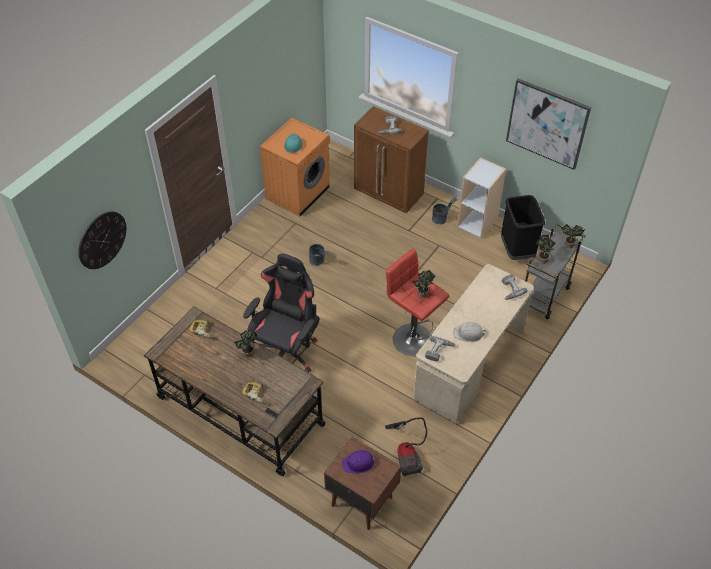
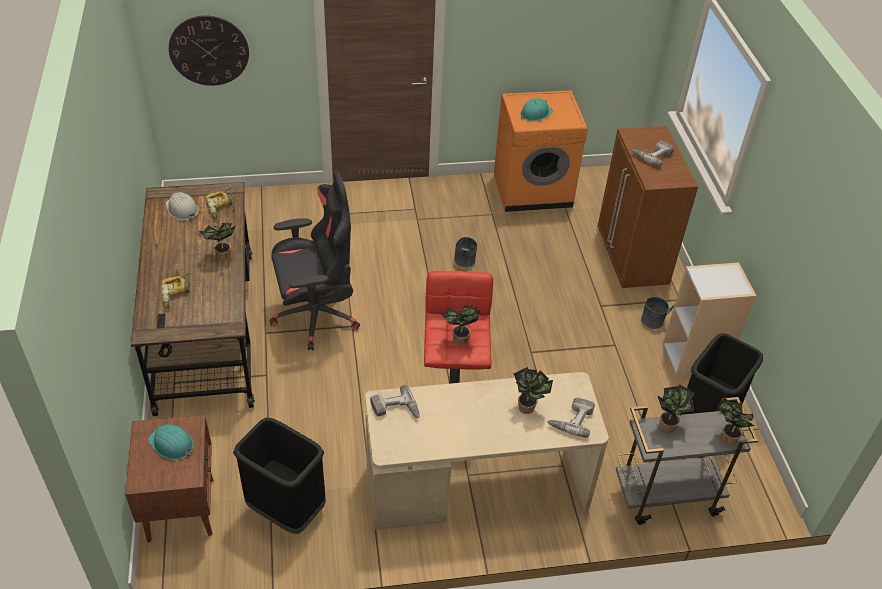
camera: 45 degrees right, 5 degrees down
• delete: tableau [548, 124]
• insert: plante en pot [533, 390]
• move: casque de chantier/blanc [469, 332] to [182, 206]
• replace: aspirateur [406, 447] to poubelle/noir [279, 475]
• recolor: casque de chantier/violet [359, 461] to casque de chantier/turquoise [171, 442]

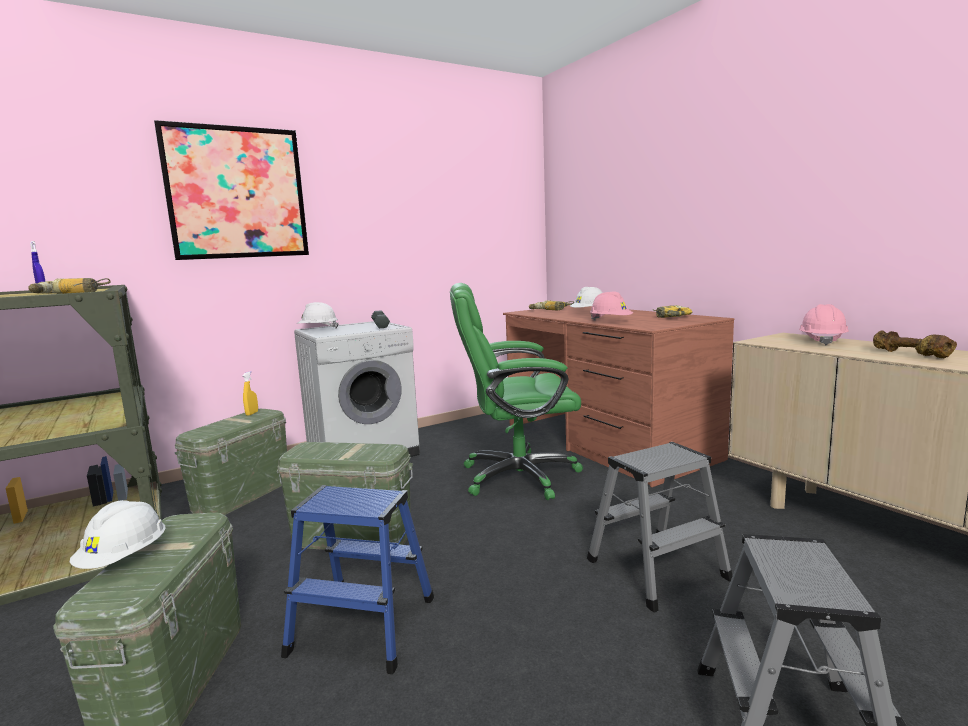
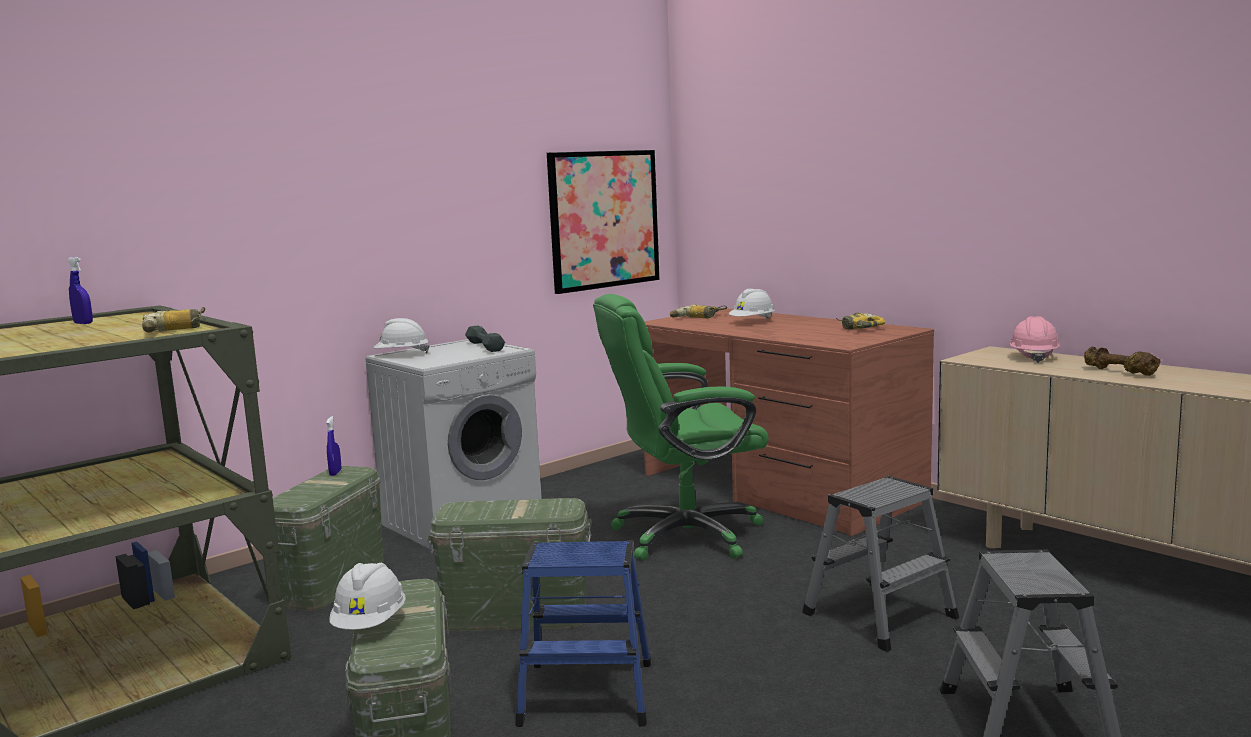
camera: 10 degrees left, 0 degrees up
• delete: casque de chantier/rose [611, 305]
• move: tableau [231, 190] to [603, 222]
• recolor: vaporisateur/jaune [250, 393] to vaporisateur/bleu [333, 446]

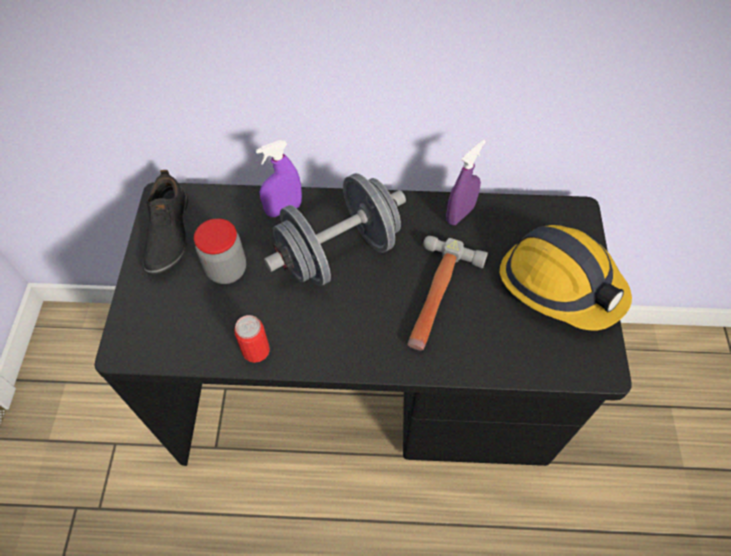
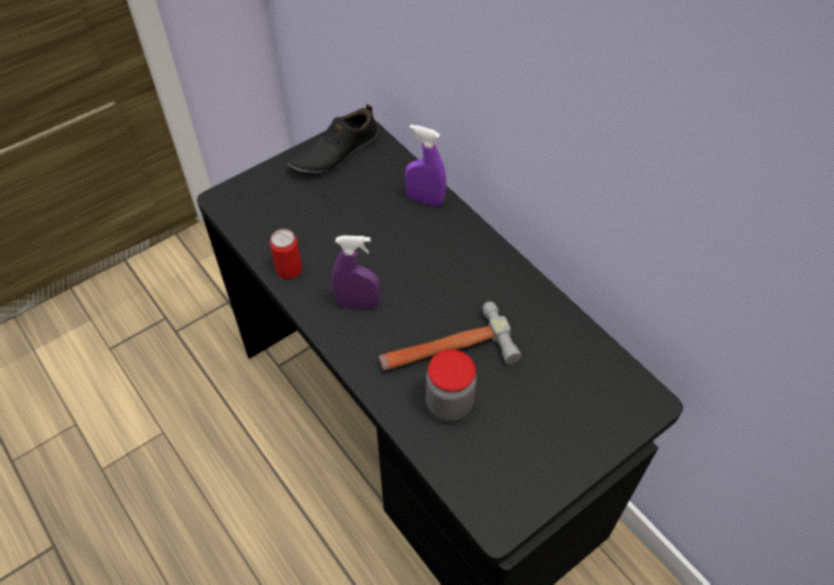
camera: 50 degrees right, 5 degrees down
• delete: haltère/gris [335, 229]
• delete: casque de chantier [566, 278]
• move: bocal [220, 251] to [451, 386]
• move: vaporisateur/violet [466, 182] to [356, 272]

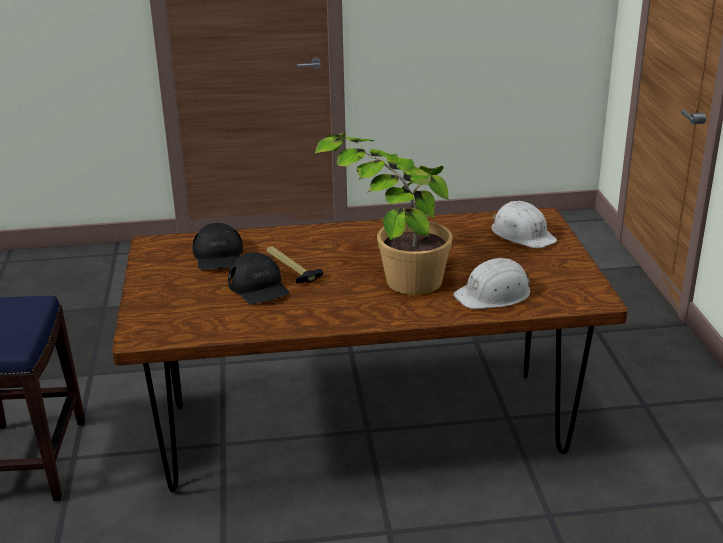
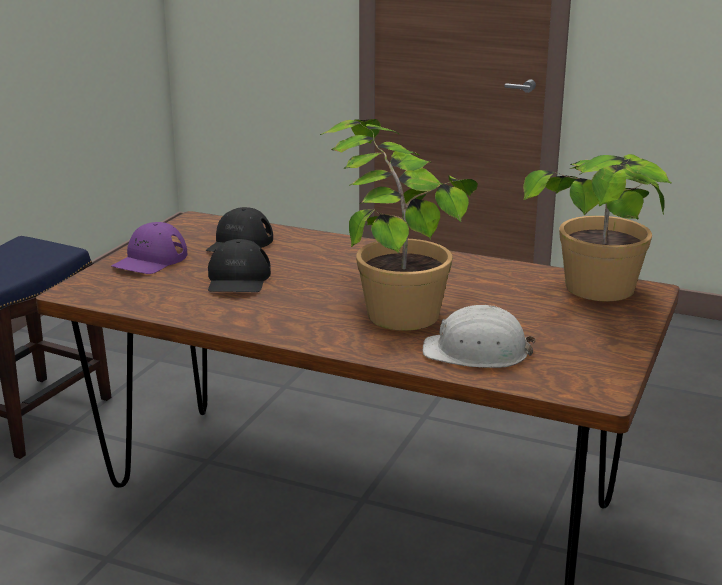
camera: 30 degrees right, 5 degrees down
• delete: marteau [294, 265]
• insert: casquette/violet [149, 248]
• replace: casque de chantier/blanc [524, 224] to plante en pot [597, 227]

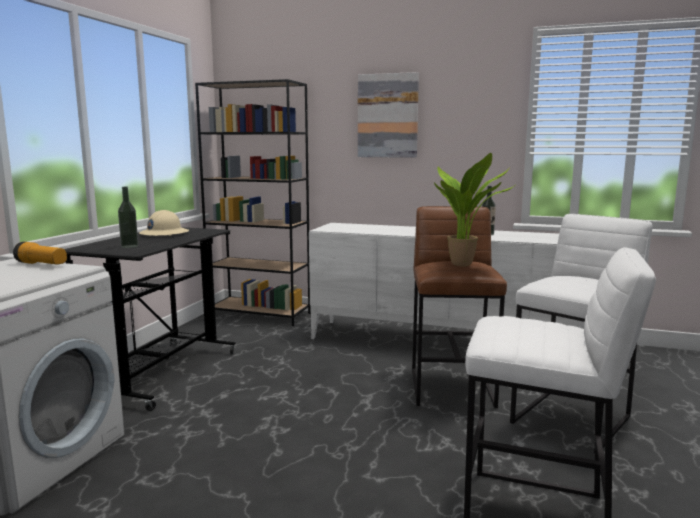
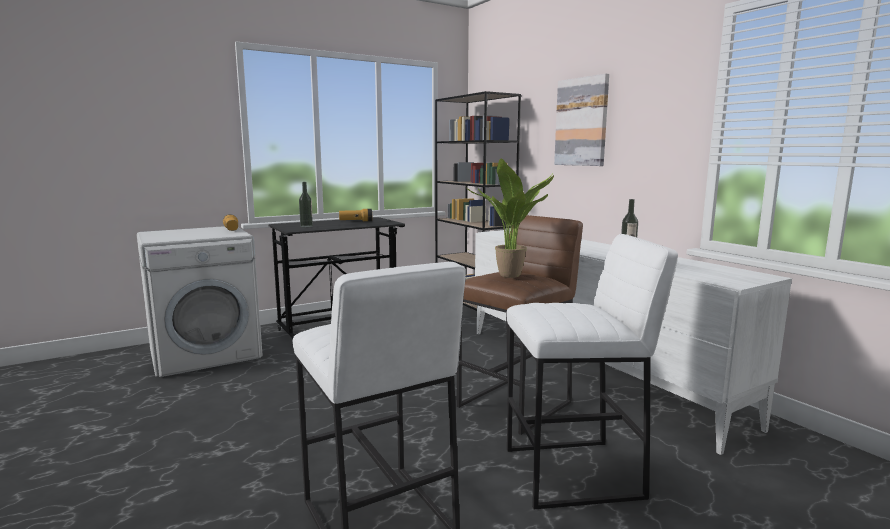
camera: 40 degrees right, 0 degrees up
• replace: casque de chantier/beige [164, 223] to lampe de poche [355, 215]

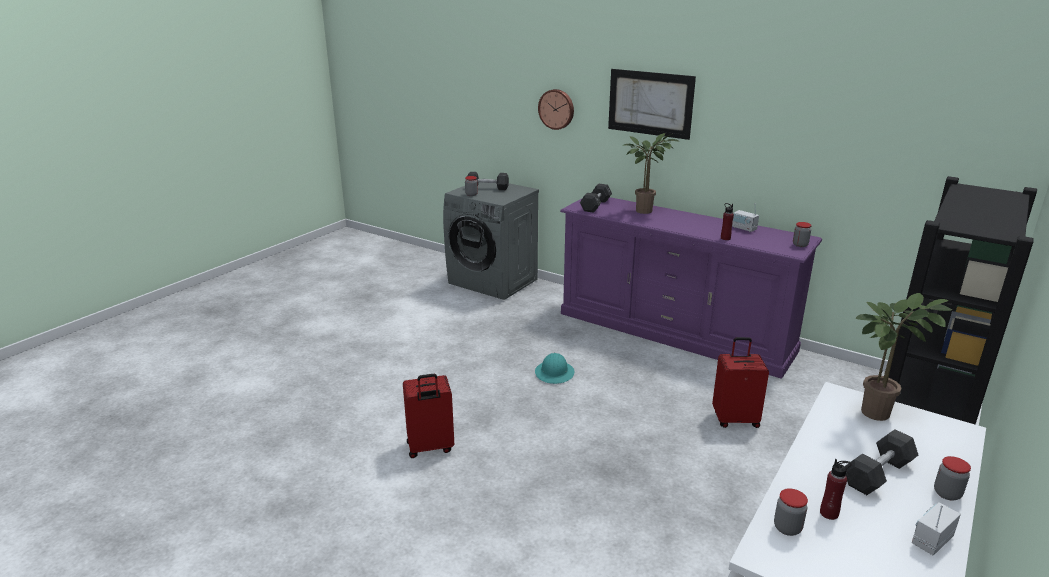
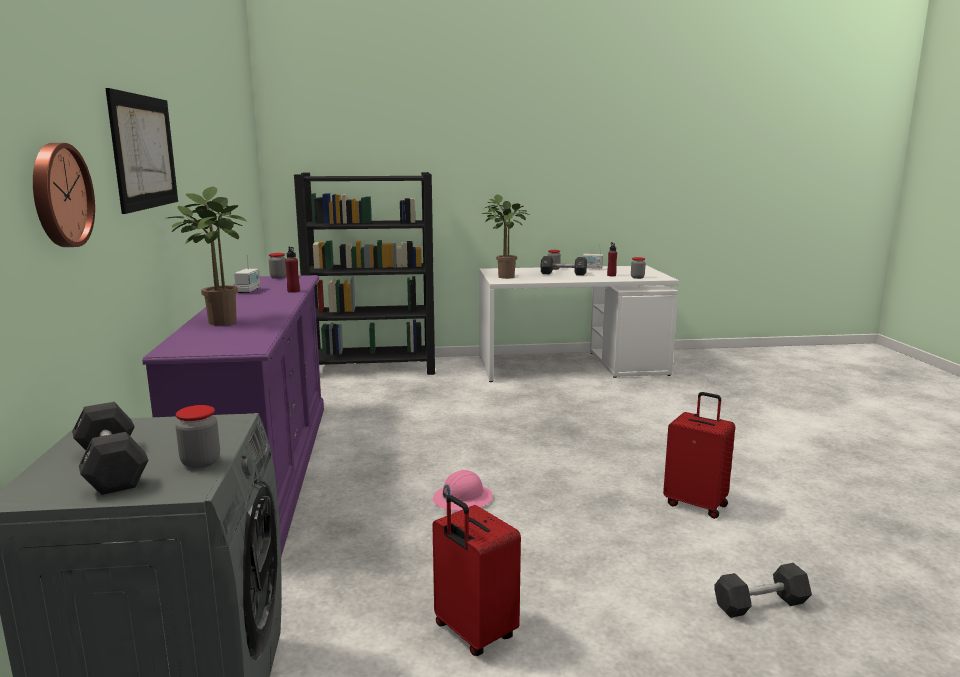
camera: 130 degrees left, 10 degrees down
• move: haltère/noir [596, 198] to [763, 590]
• move: valise/rouge [740, 382] to [476, 575]
• recolor: casque de chantier/turquoise [554, 368] to casque de chantier/rose [463, 490]

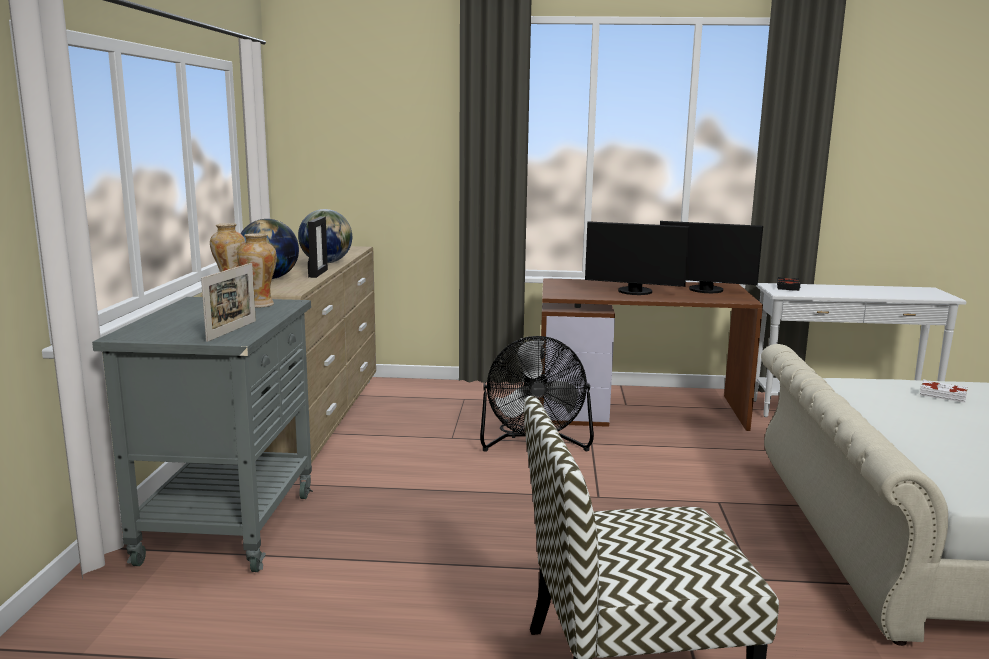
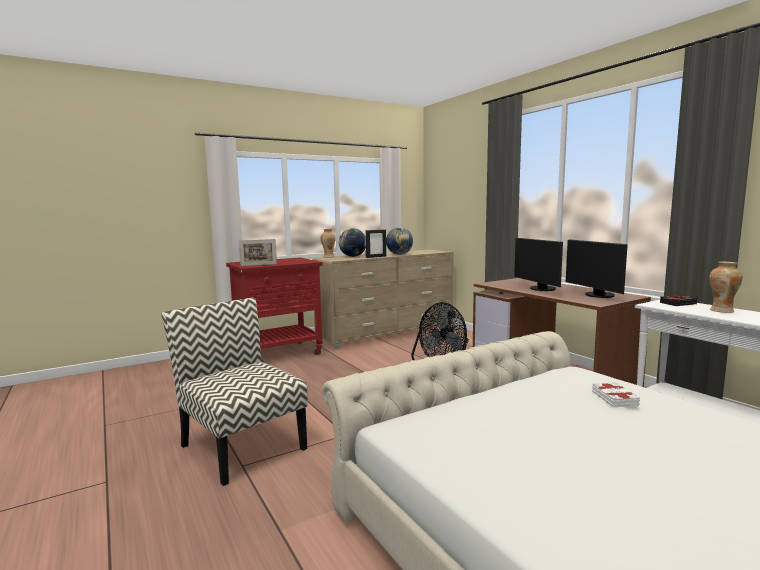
camera: 55 degrees right, 5 degrees down
• move: vase [257, 270] to [726, 287]
• recolor: chariot/gris [202, 434] to chariot/rouge [274, 306]

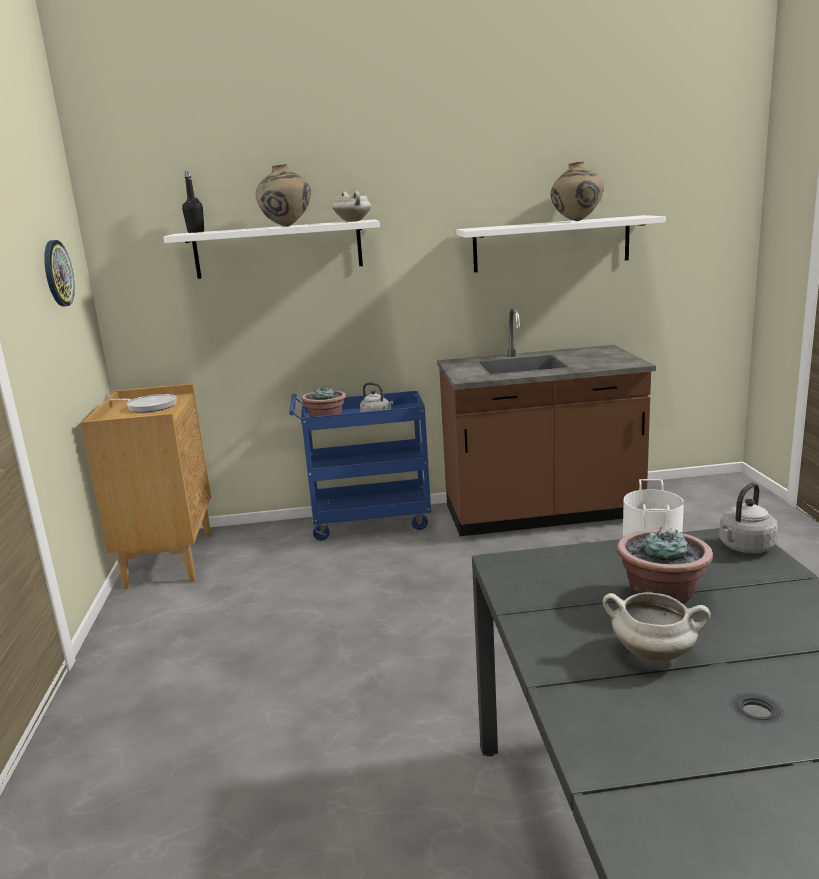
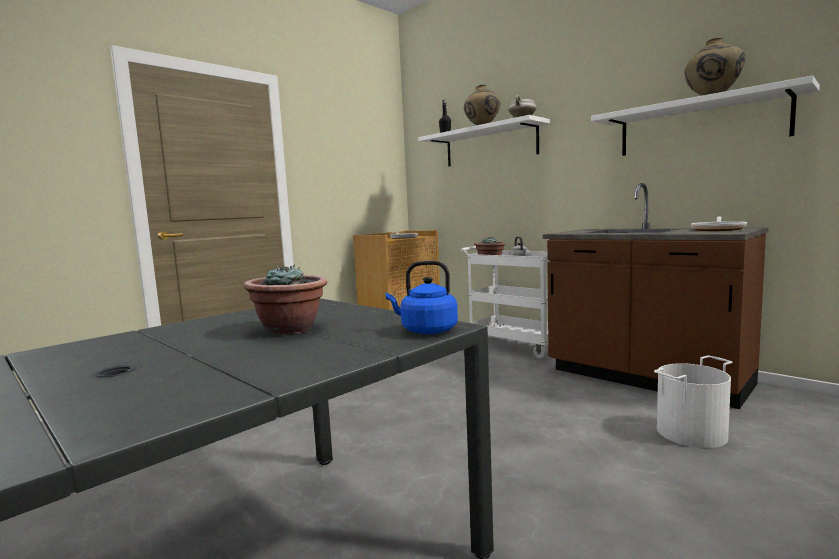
camera: 50 degrees right, 10 degrees down
• delete: horloge murale [59, 273]
• delete: marmite/blanc [657, 627]
• insert: poêle [719, 223]
• recolor: chariot/bleu [360, 465] to chariot/blanc [505, 302]
• recolor: bouilloire/gris [748, 518] to bouilloire/bleu [421, 297]

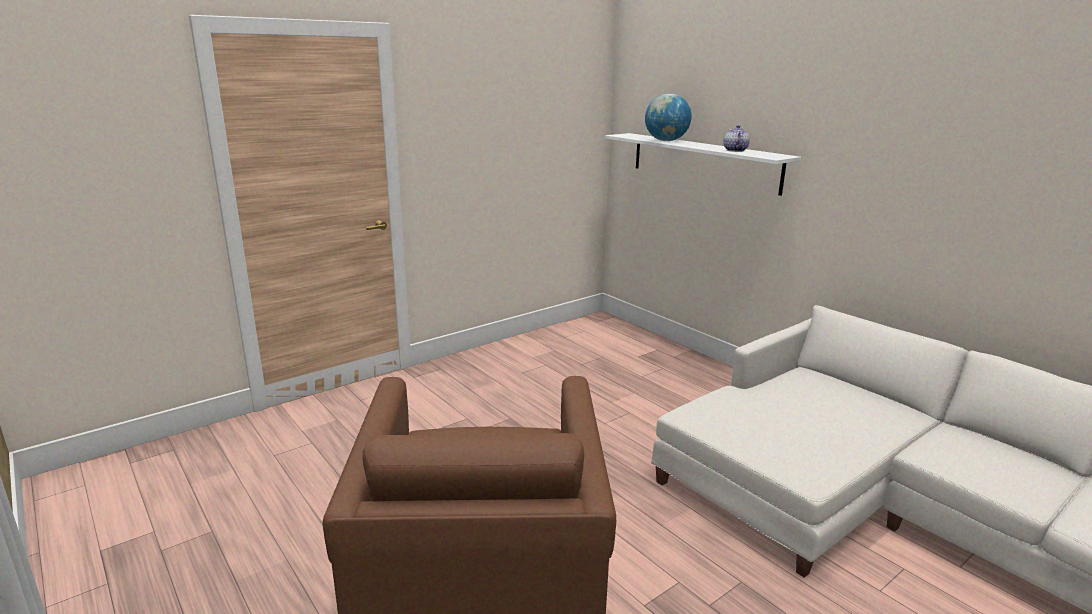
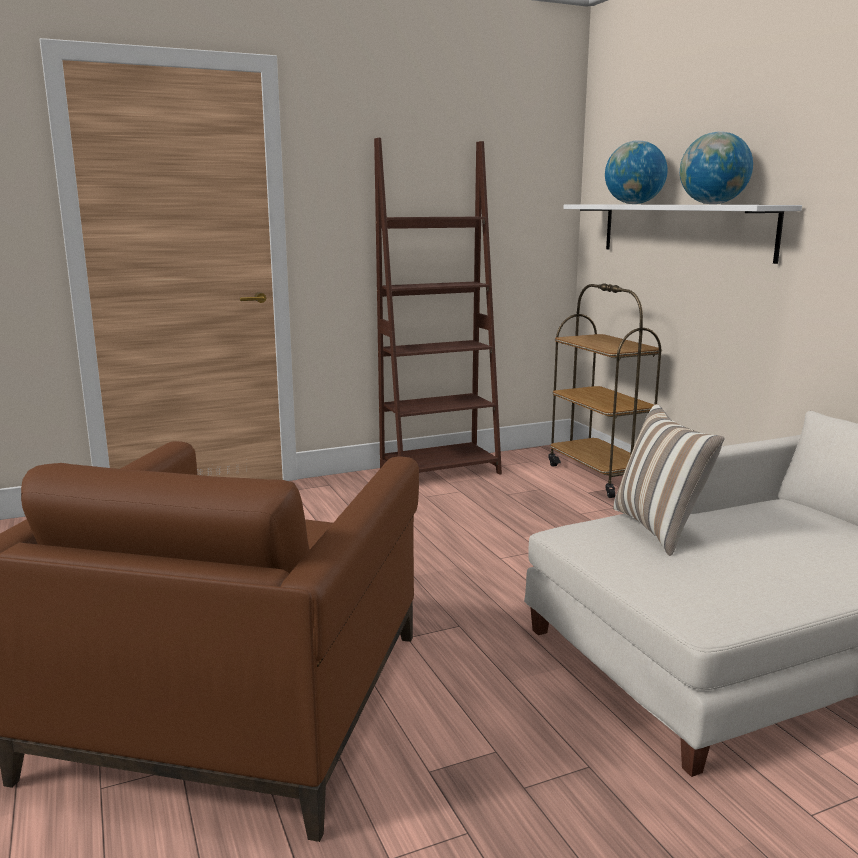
camera: 15 degrees right, 5 degrees down
• insert: bibliothèque/marron [438, 306]
• insert: chariot/marron [605, 391]
• insert: coussin [669, 480]
• replace: théière [736, 138] to globe [716, 167]

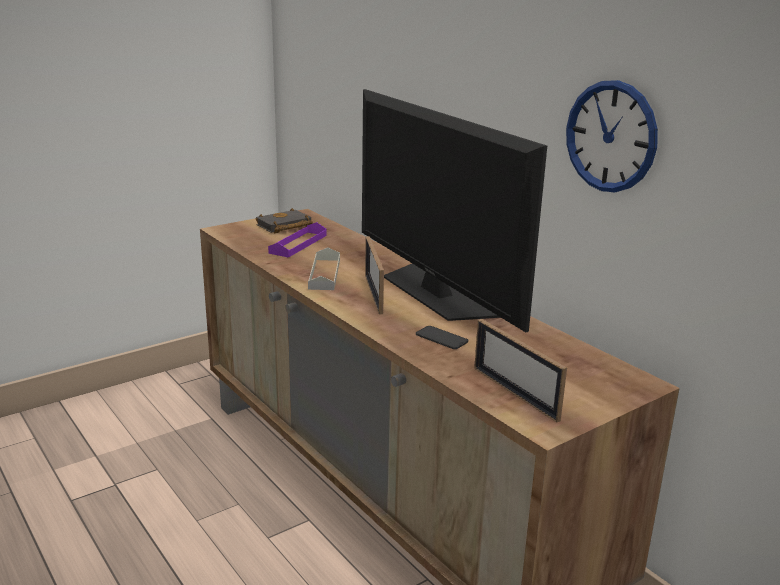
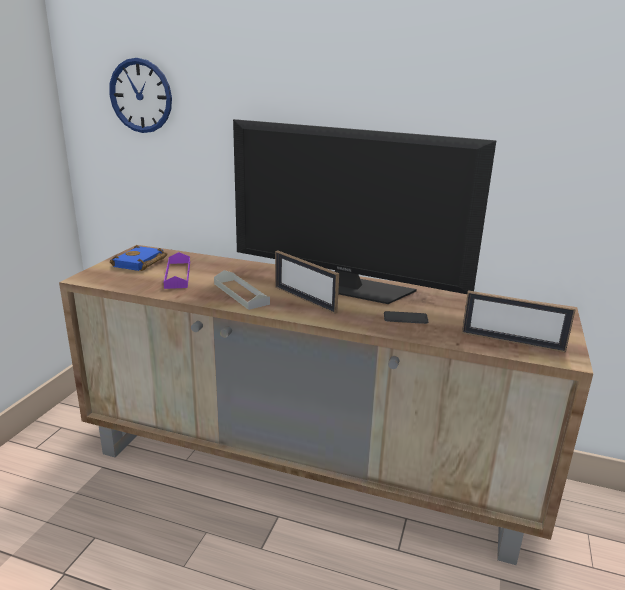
camera: 35 degrees left, 0 degrees up
• move: horloge murale [612, 136] to [140, 95]
• recolor: livre/noir [284, 221] to livre/bleu [138, 258]

